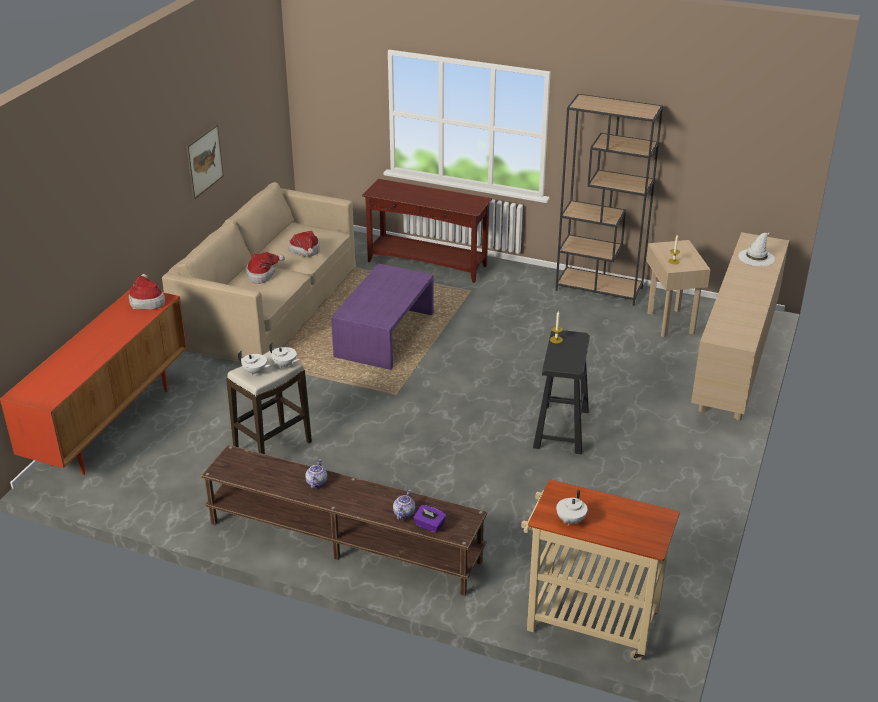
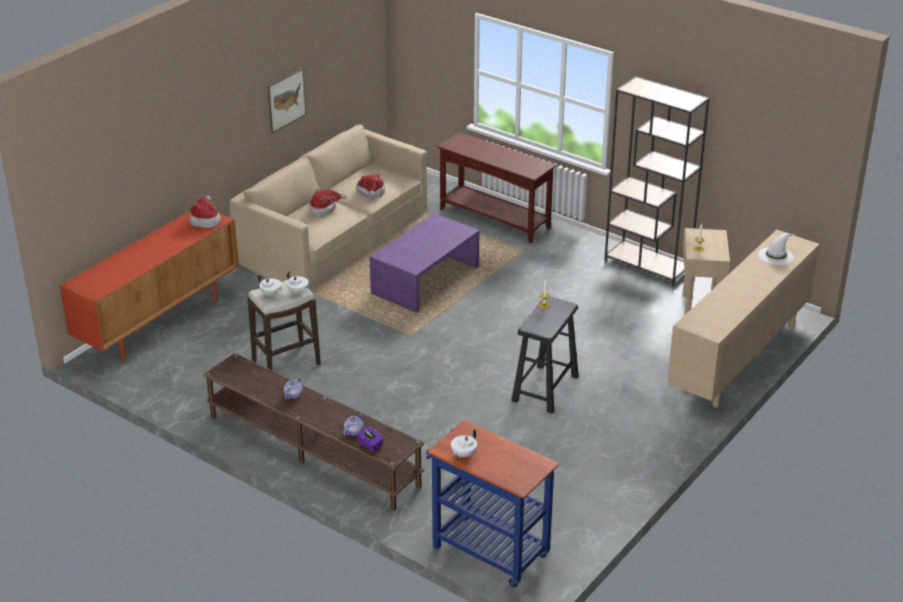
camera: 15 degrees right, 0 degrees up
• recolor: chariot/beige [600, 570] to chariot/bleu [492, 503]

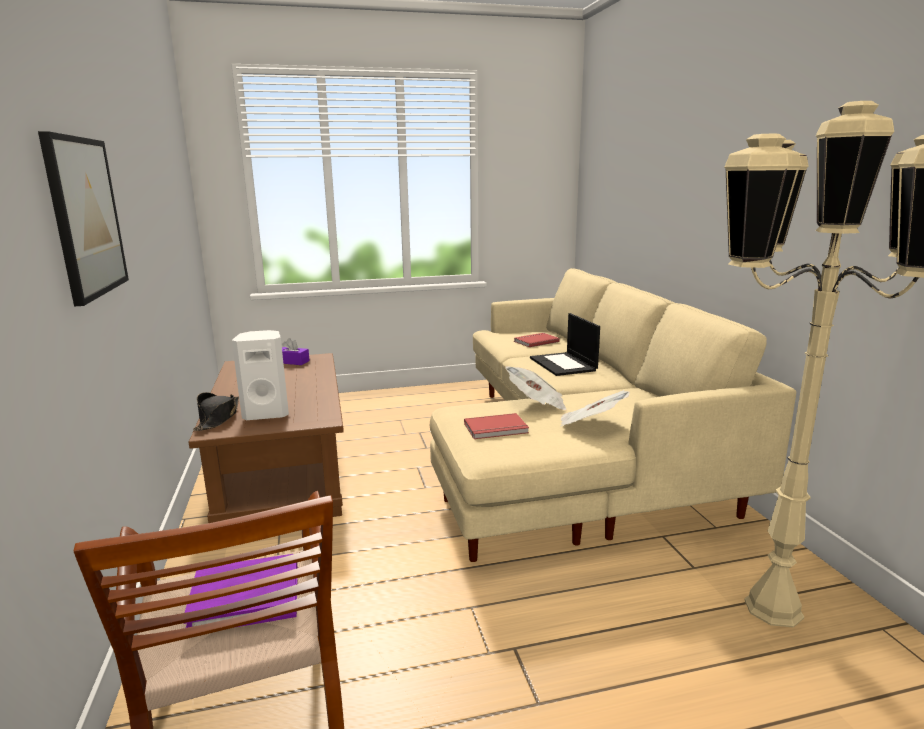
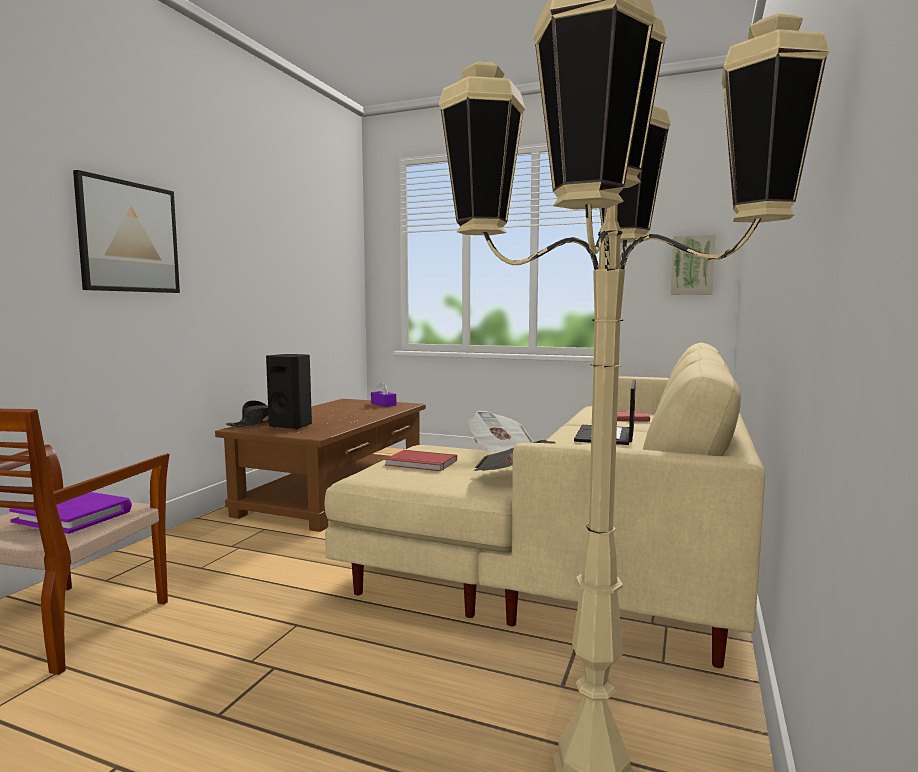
camera: 35 degrees right, 10 degrees down
• insert: tableau [693, 265]
• recolor: enceinte/blanc [260, 375] to enceinte/noir [289, 392]

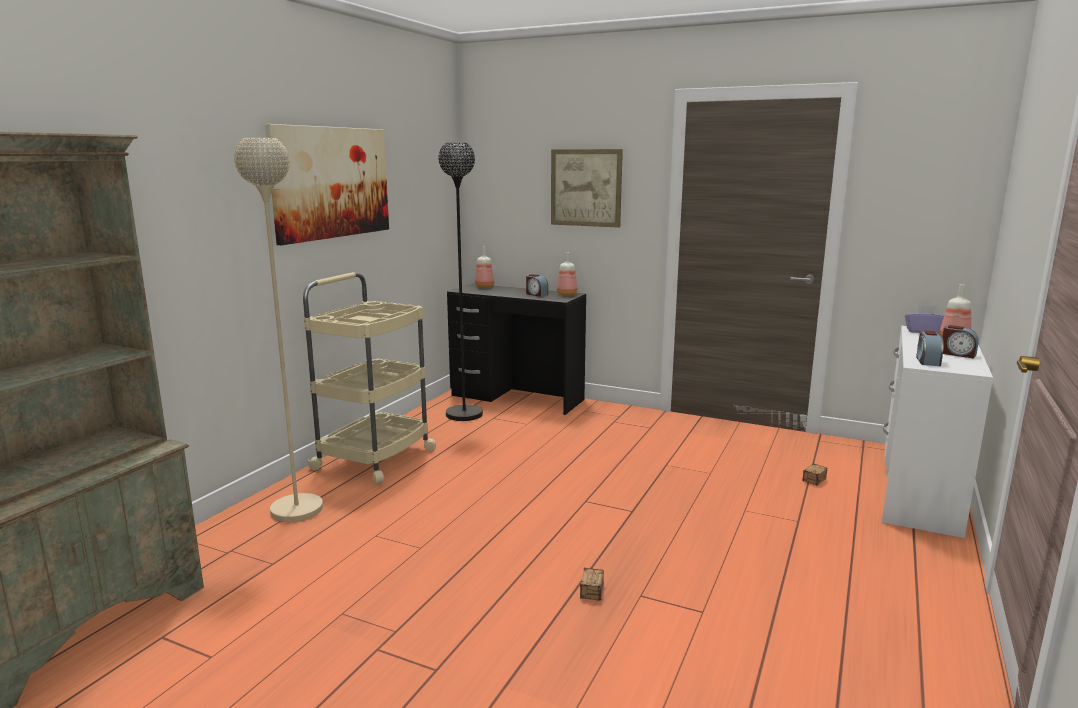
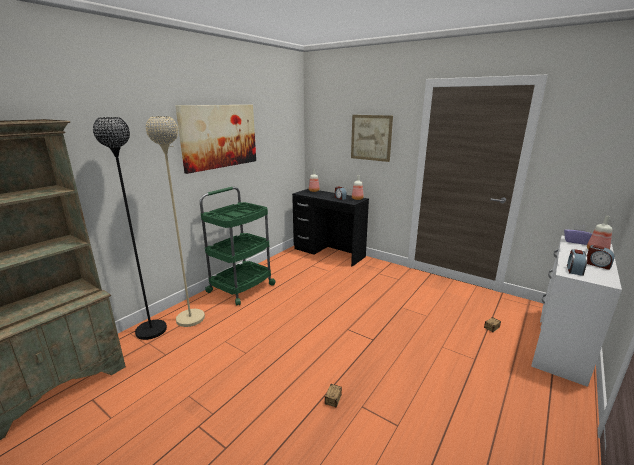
camera: 10 degrees right, 5 degrees up
• move: lampadaire/noir [460, 282] to [130, 228]
• recolor: chariot/beige [369, 378] to chariot/vert [238, 246]

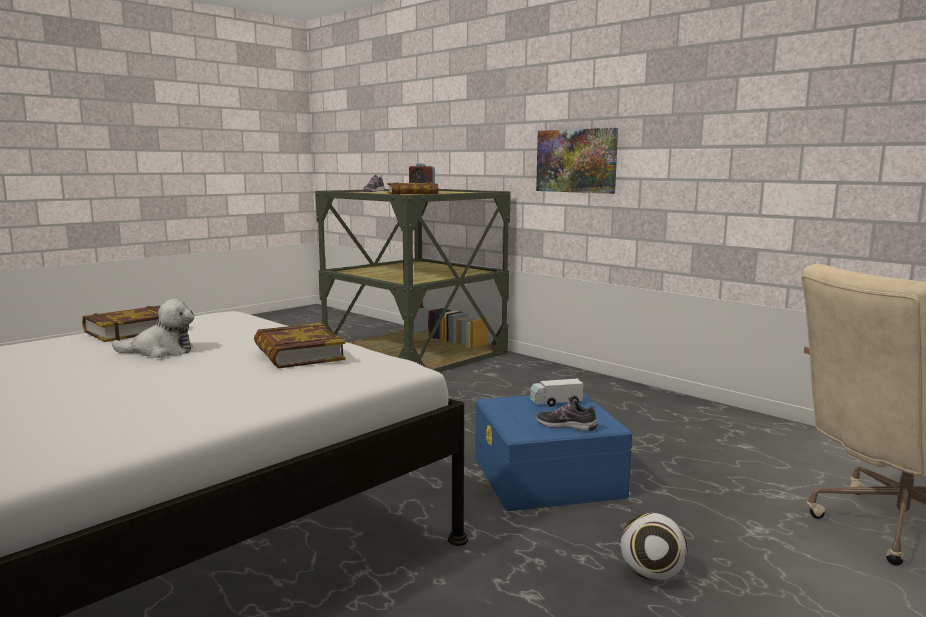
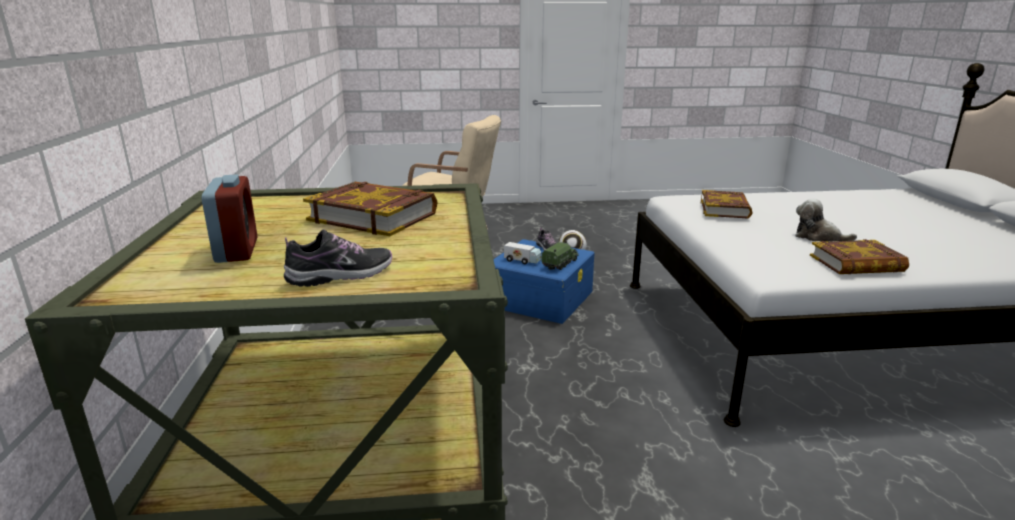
camera: 140 degrees left, 10 degrees up
• delete: tableau [577, 161]
• insert: camion jouet [560, 256]

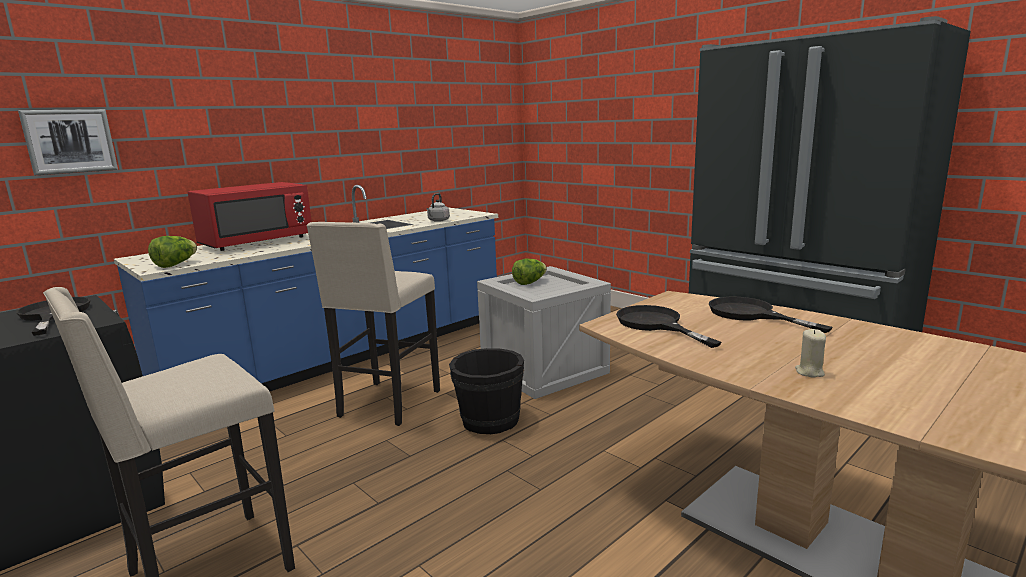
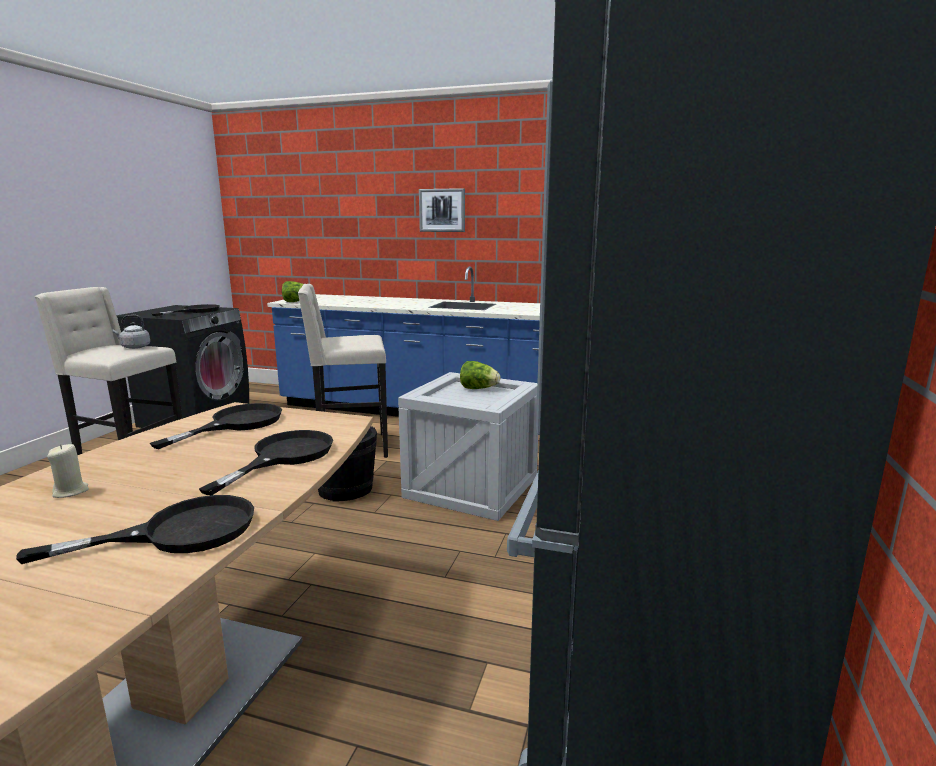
camera: 60 degrees right, 0 degrees up
• delete: micro-ondes/rouge [250, 216]
• insert: poêle/noir [135, 529]
• move: tableau [68, 142] to [442, 210]
• move: bouilloire/gris [438, 207] to [131, 332]

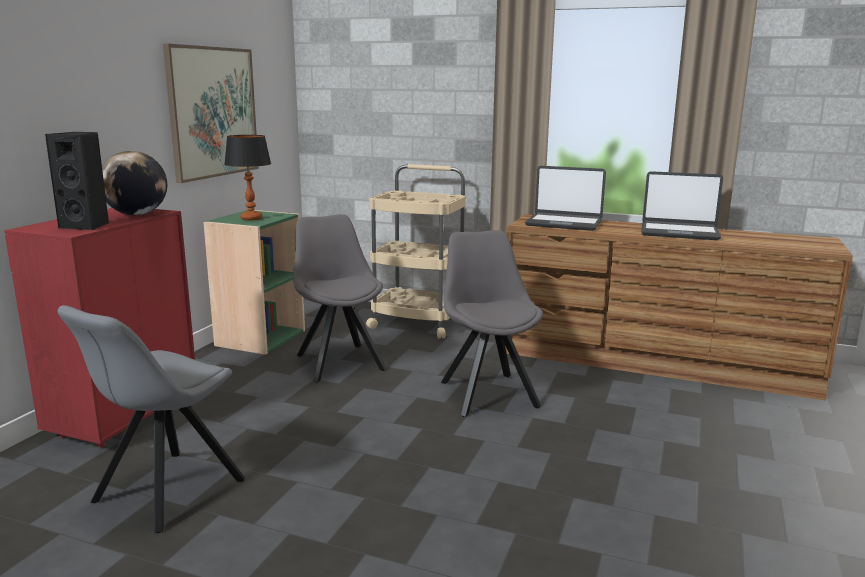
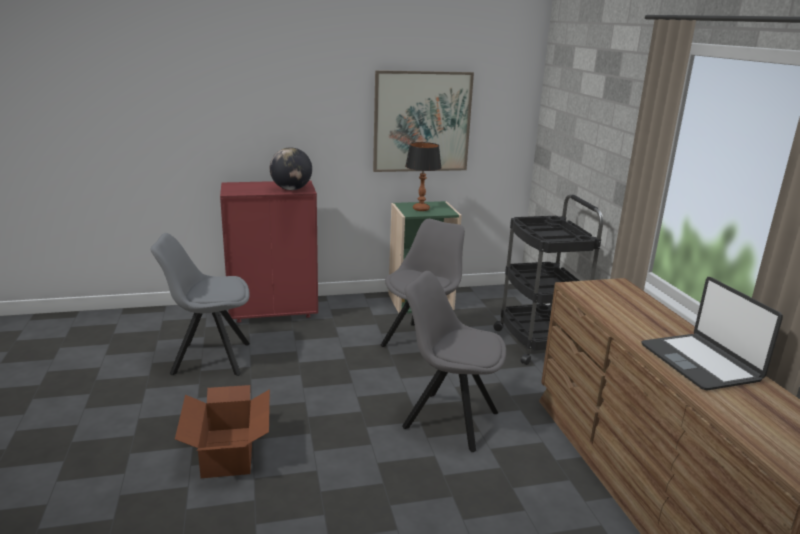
camera: 55 degrees right, 5 degrees up
• delete: enceinte/noir [77, 181]
• delete: ordinateur portable [565, 198]
• insert: carton [222, 431]
• recolor: chariot/beige [416, 251] to chariot/noir [548, 279]
• rotate: chaise/gris [492, 323] = [454, 361] 105 degrees counterclockwise

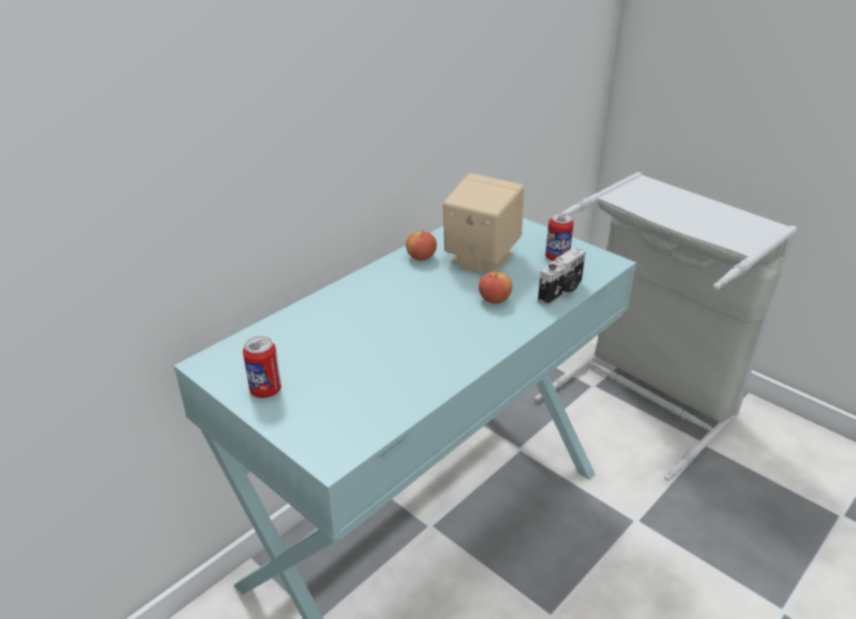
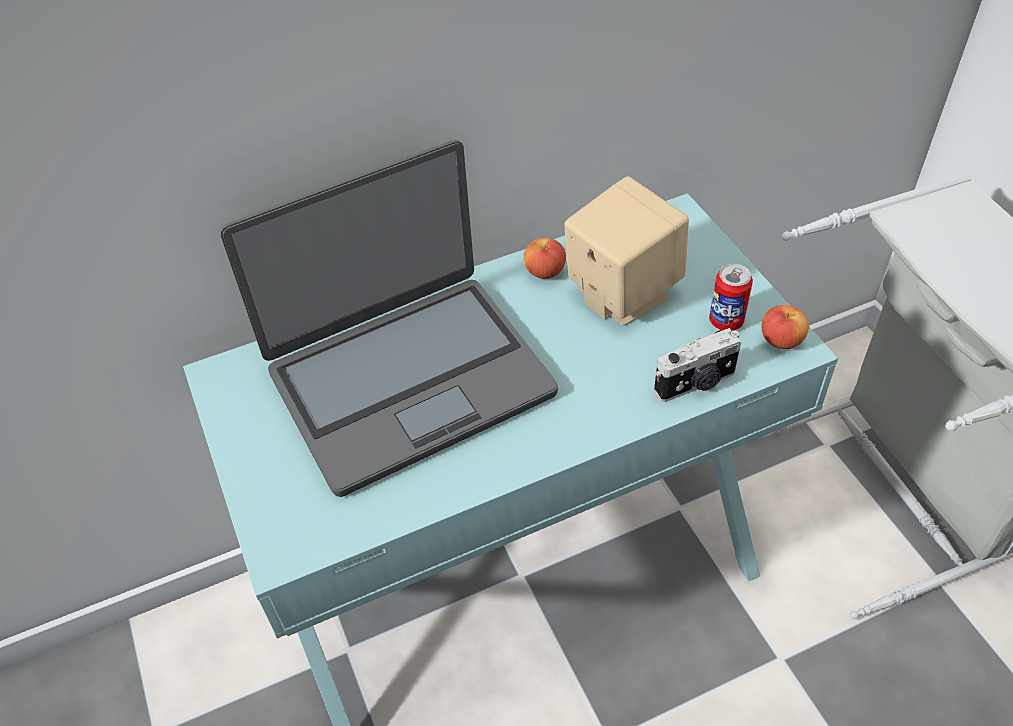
camera: 25 degrees right, 15 degrees up
• delete: boîte métallique [262, 367]
• insert: ordinateur portable [389, 318]
• move: pomme [495, 288] to [785, 327]

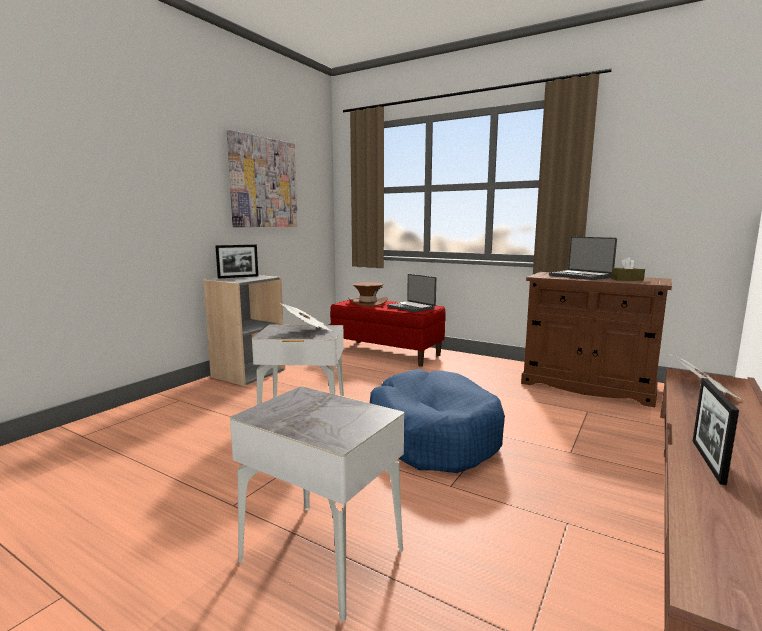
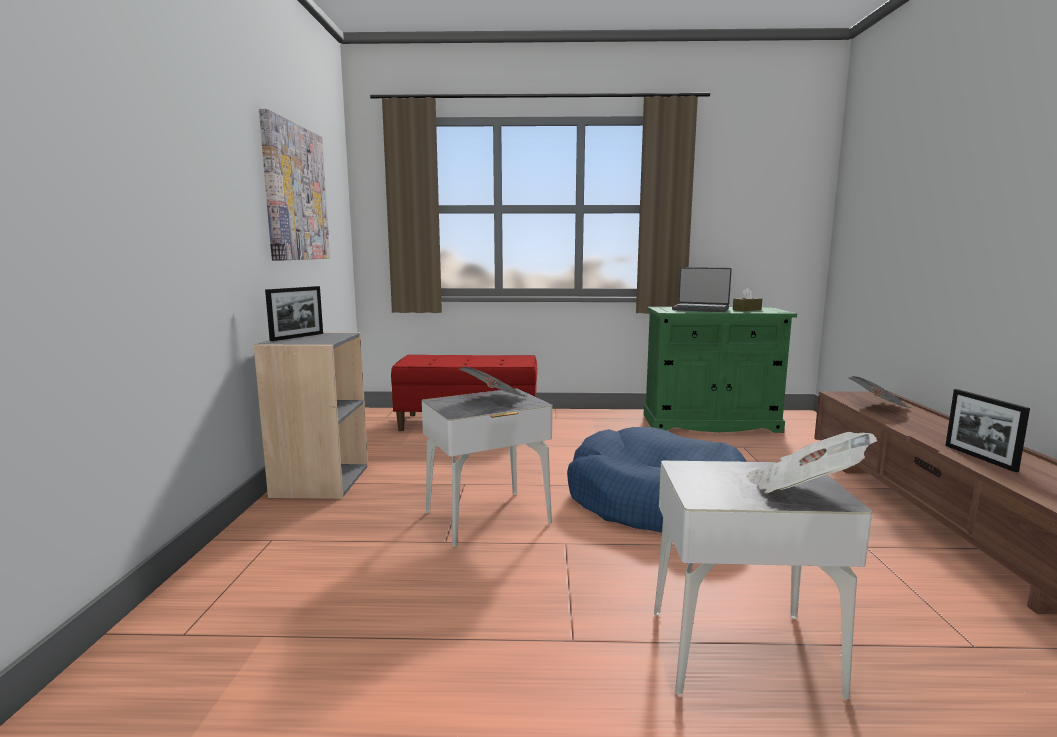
camera: 30 degrees left, 0 degrees up
• delete: chapeau/marron [368, 294]
• delete: ordinateur portable [411, 293]
• insert: journal [811, 462]
• recolor: meuble de rangement/marron [596, 339] to meuble de rangement/vert [720, 370]

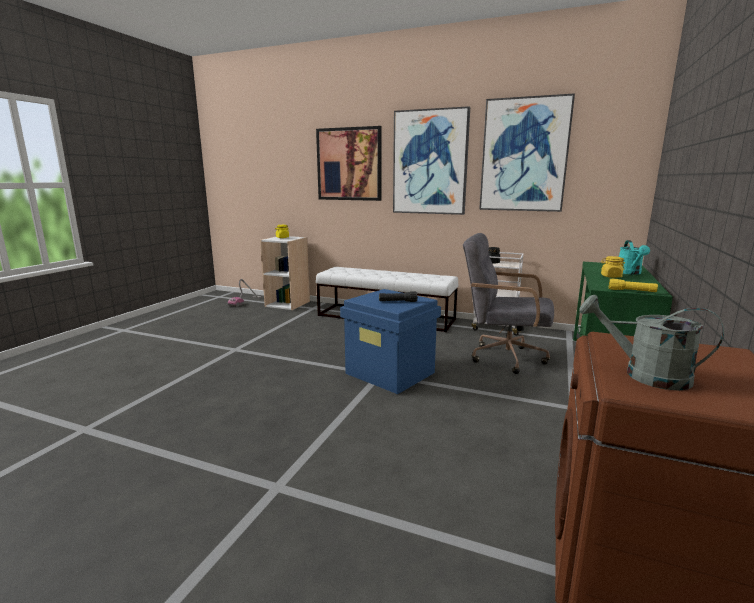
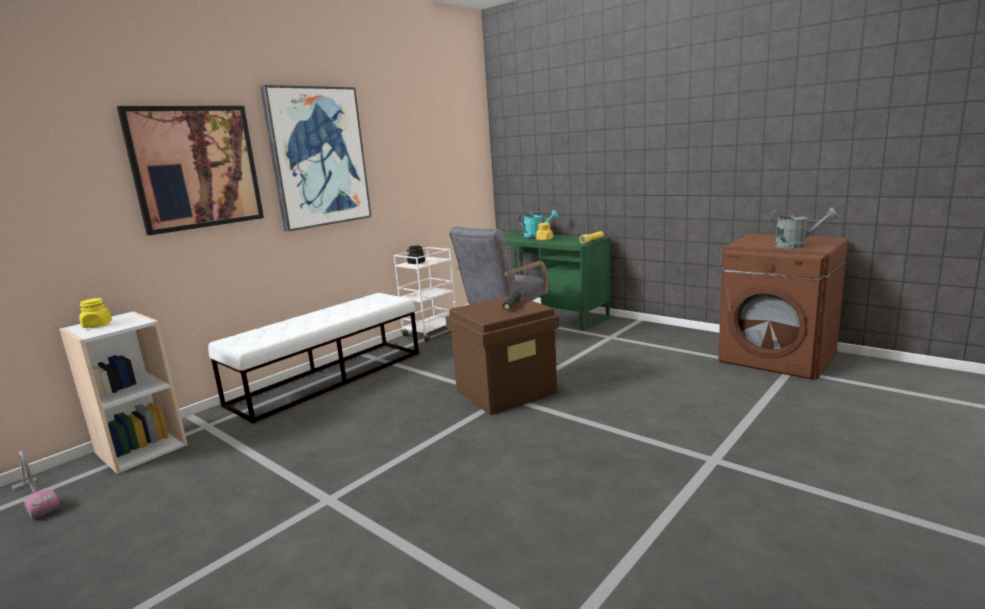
camera: 70 degrees left, 0 degrees up
• delete: tableau [527, 152]
• recolor: boîte de rangement/bleu [390, 341] to boîte de rangement/marron [502, 355]
• rotate: arrosoir/gris [651, 343] = [803, 228] 120 degrees counterclockwise

